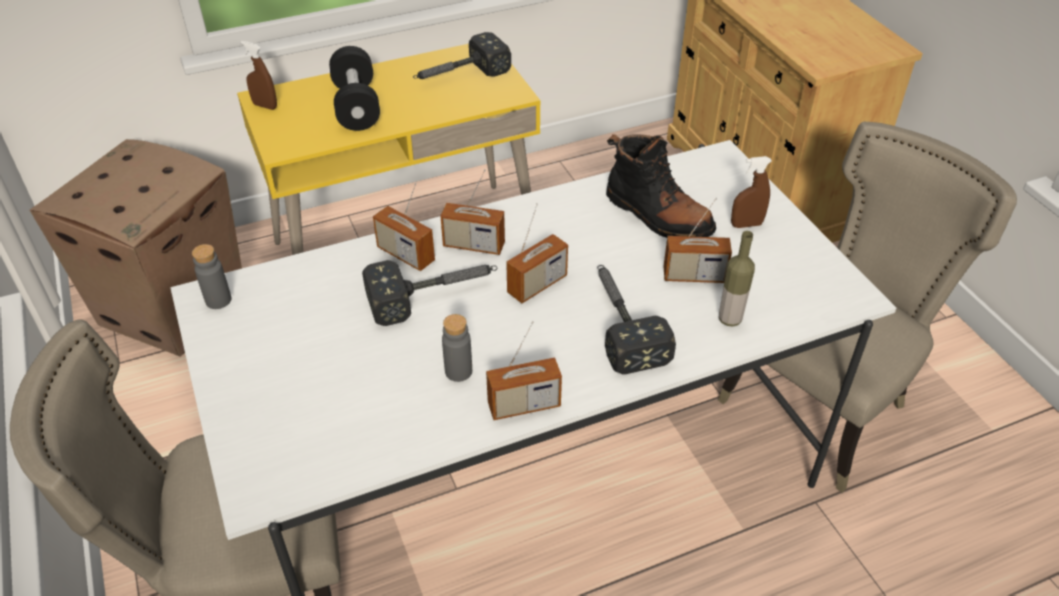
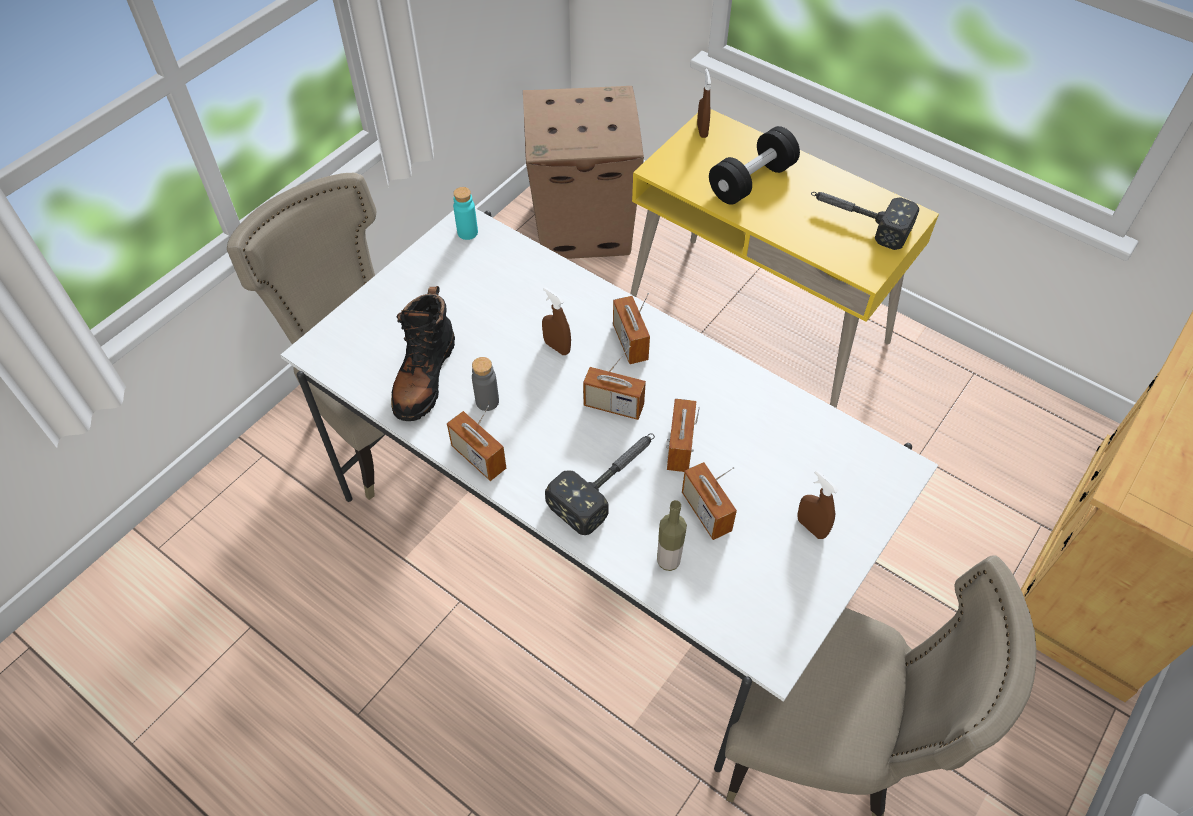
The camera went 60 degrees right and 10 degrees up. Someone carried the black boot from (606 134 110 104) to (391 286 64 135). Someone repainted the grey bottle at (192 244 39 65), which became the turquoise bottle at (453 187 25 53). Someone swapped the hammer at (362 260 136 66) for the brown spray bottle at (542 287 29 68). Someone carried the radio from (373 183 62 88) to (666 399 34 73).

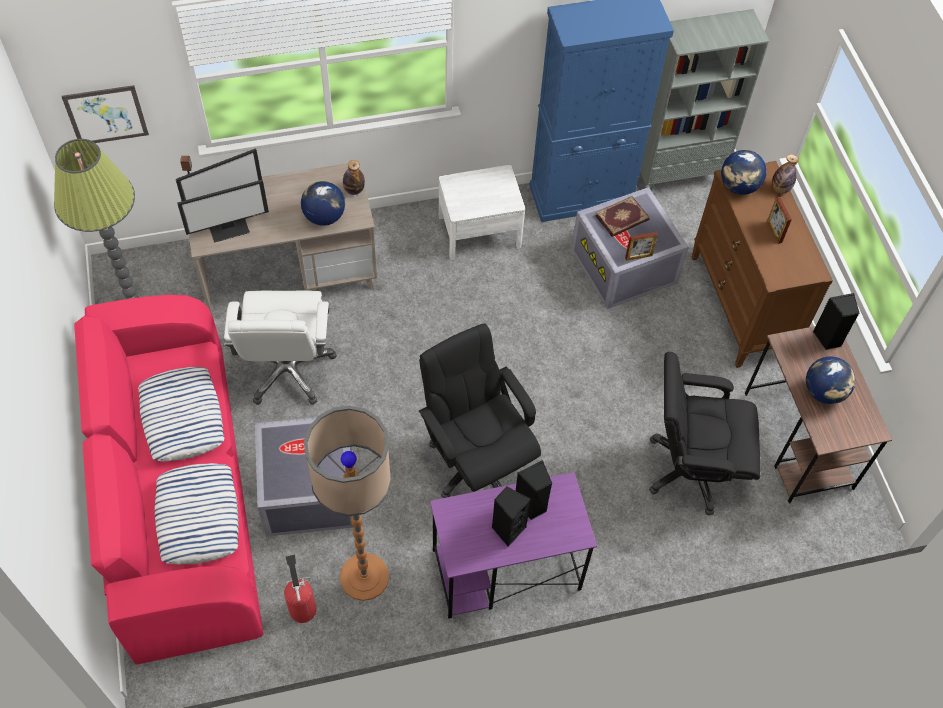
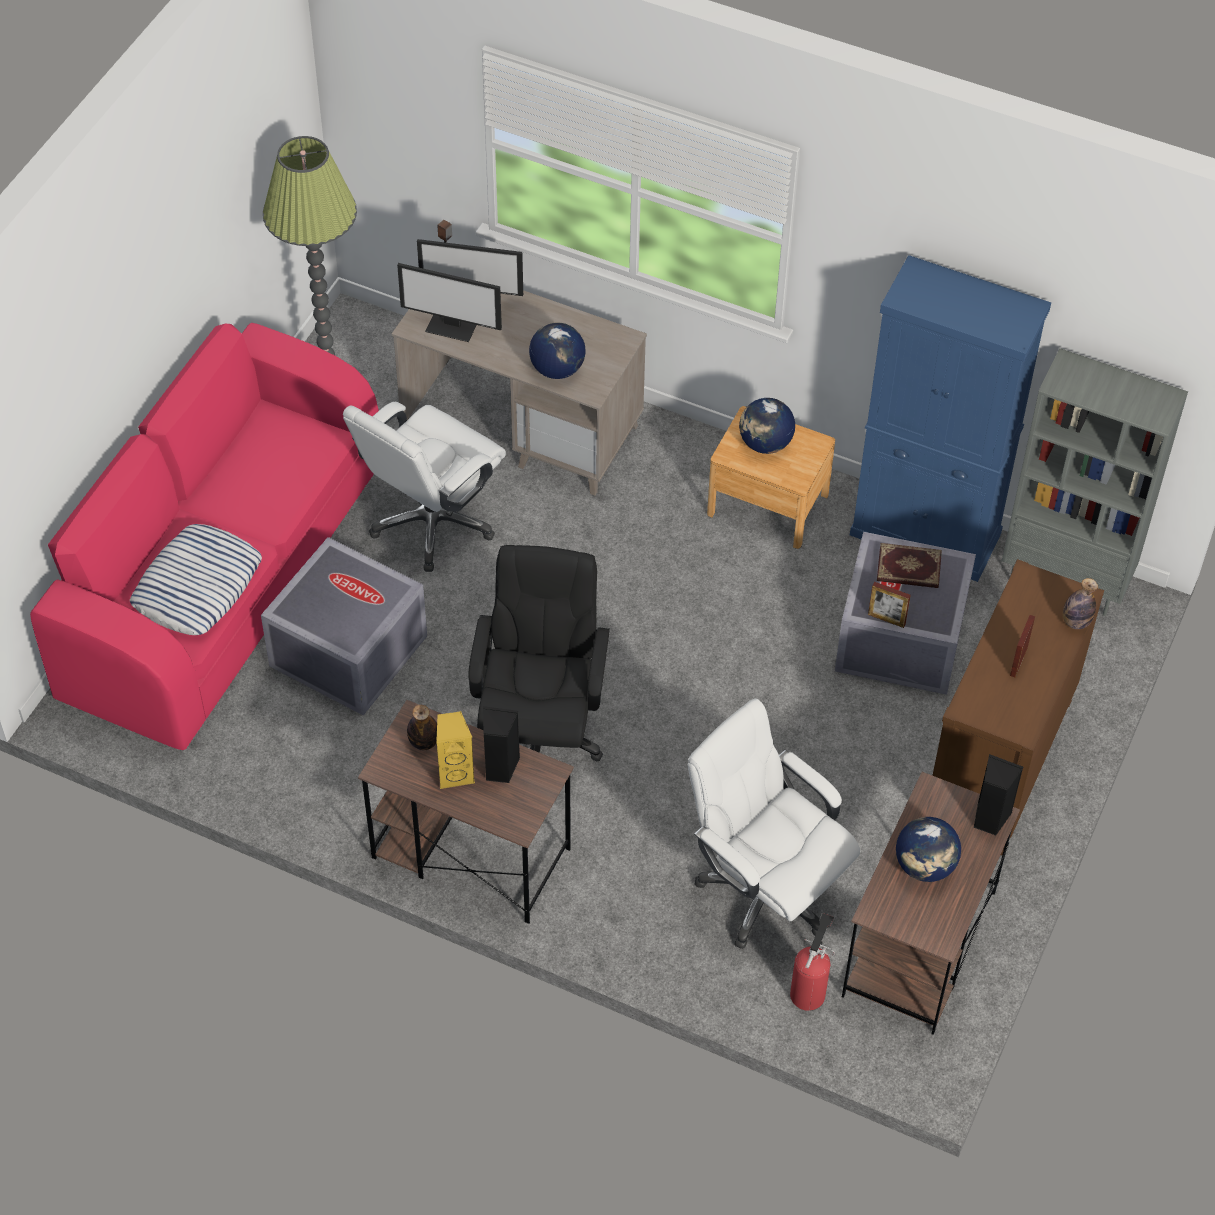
The camera went 40 degrees right and 5 degrees down. Someone repainted the purple desk at (430 472 167 147), which became the brown desk at (358 700 216 224). Someone carried the bottle from (343 160 22 35) to (407 705 30 45). Someone repainted the black speaker at (492 487 39 60), which became the yellow speaker at (436 711 39 78). Someone repainted the black office chair at (649 352 112 164), which became the white office chair at (688 698 172 251). Someone repainted the white nightstand at (439 165 86 95), which became the brown nightstand at (707 406 128 143). Someone carried the globe from (721 150 46 45) to (739 398 56 56). Someone carried the fire extinguisher from (284 554 32 69) to (790 913 45 98). Someone took away the picture at (62 85 87 58). Someone took away the pillow at (138 367 86 94). Someone took away the floor lamp at (304 406 88 195).

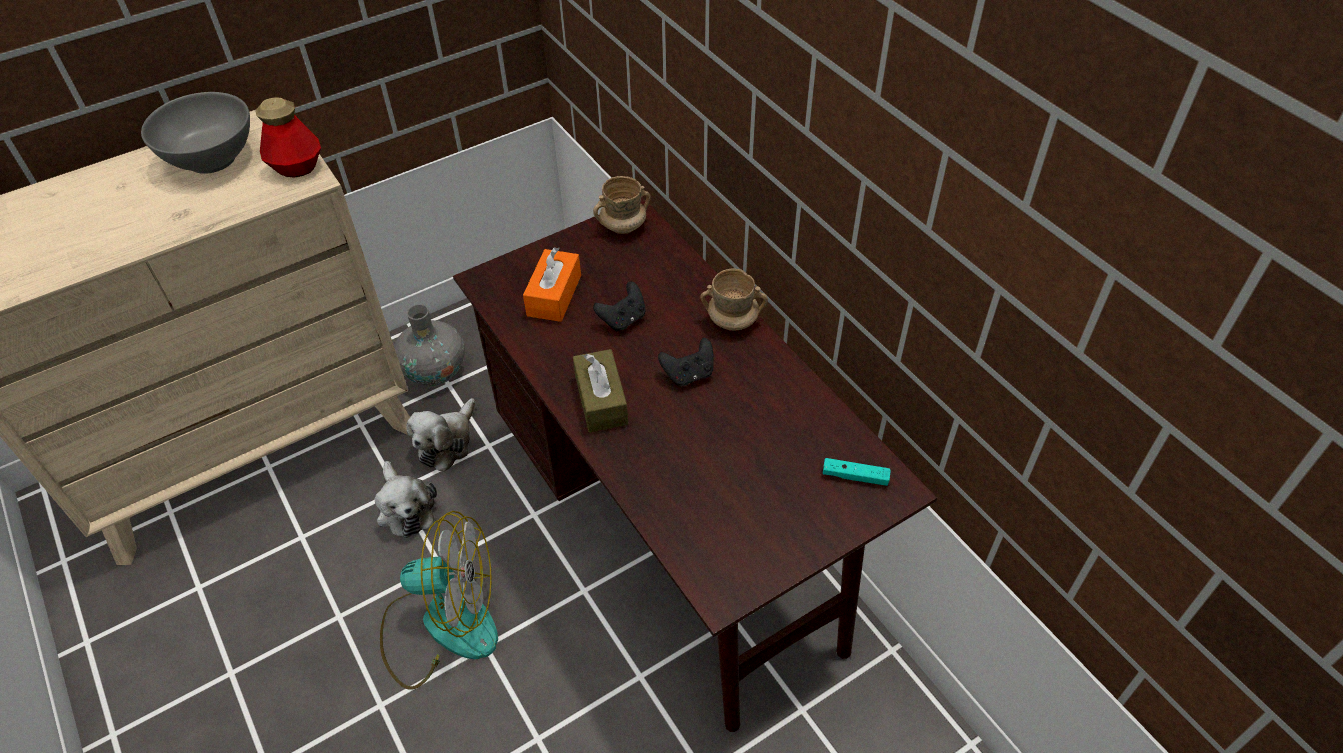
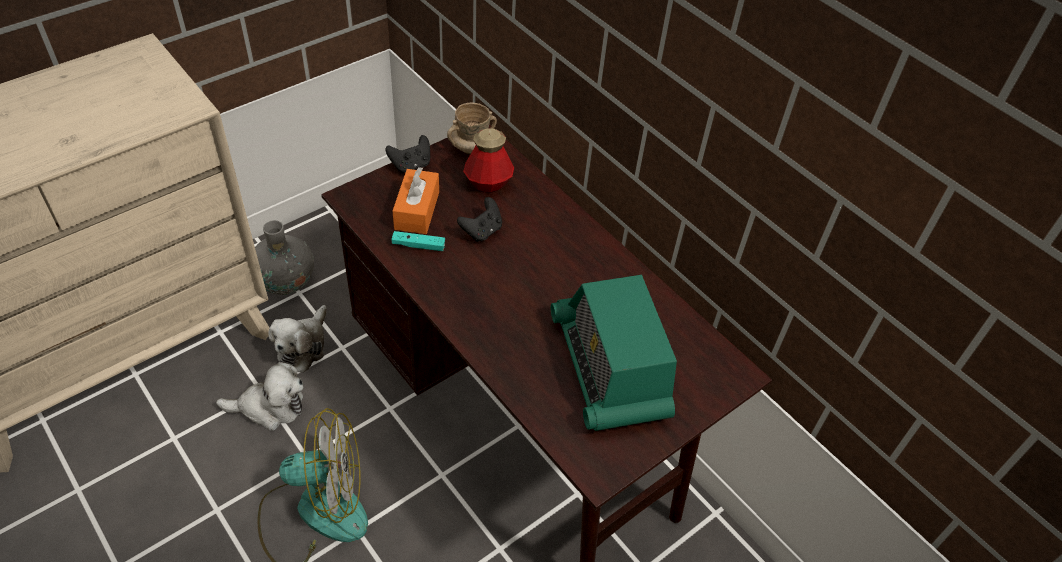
The camera went 10 degrees left and 0 degrees up. Someone rotated the plush toy at (374 461 63 77) by 60 degrees counterclockwise. Someone carried the black game controller from (658 338 56 48) to (385 135 45 38). Someone carried the turquoise game controller from (823 458 68 28) to (391 231 54 20). Someone carried the bottle from (255 97 66 81) to (463 128 51 65). Someone put down the radio at (551 275 126 156). Someone took away the grey bowl at (141 92 109 82). Someone took away the brown tissue box at (573 349 55 84). Someone took away the beige mug at (700 269 68 62).

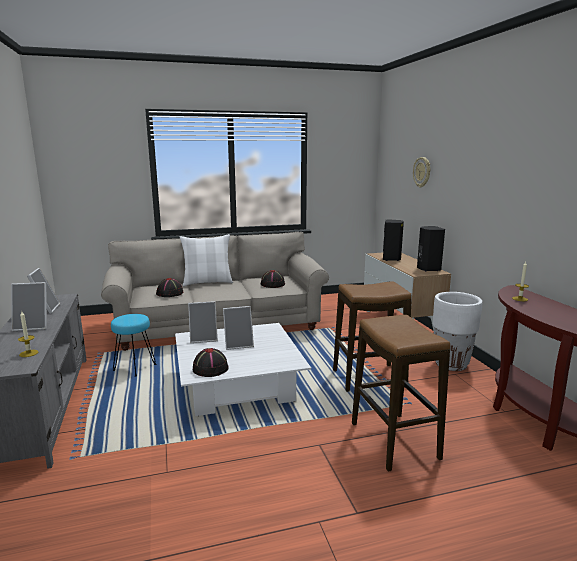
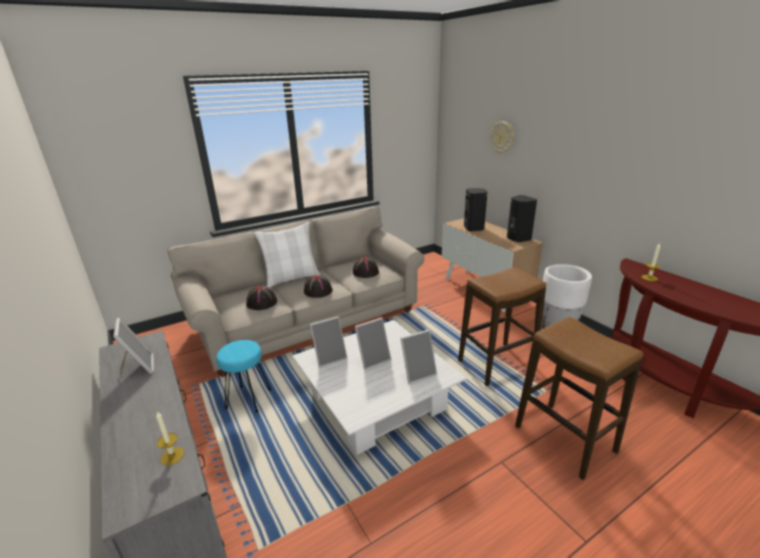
The camera went 15 degrees left and 10 degrees up. Someone carried the black hat from (193 348 36 29) to (304 275 29 23). Someone carried the picture frame from (11 282 36 49) to (400 330 37 54).

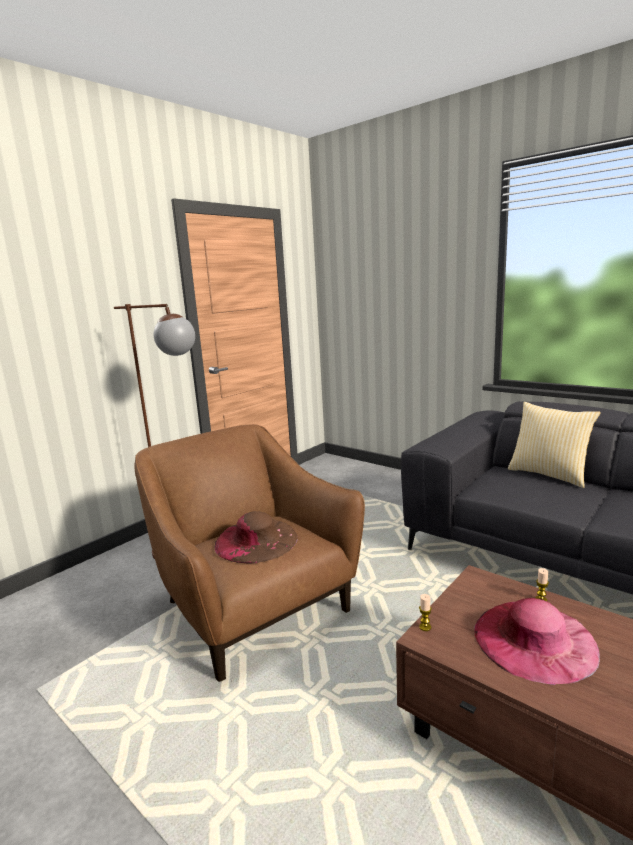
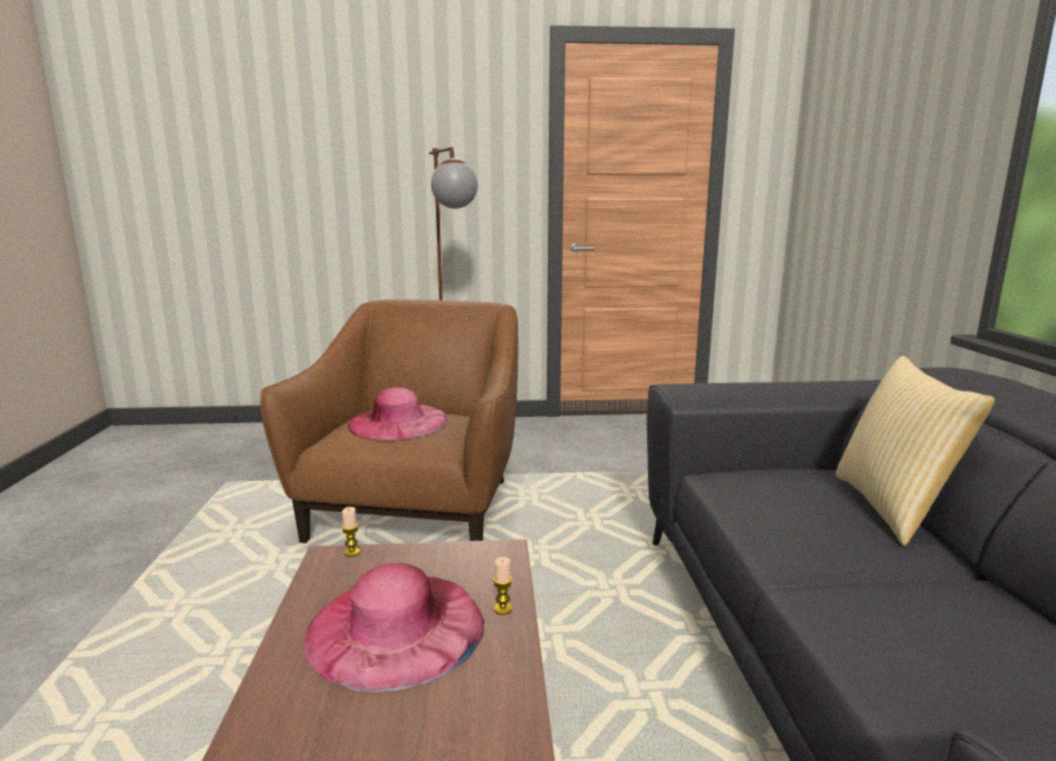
The camera went 45 degrees right and 0 degrees up. Someone repainted the brown hat at (214 511 84 52), which became the pink hat at (348 387 99 53).

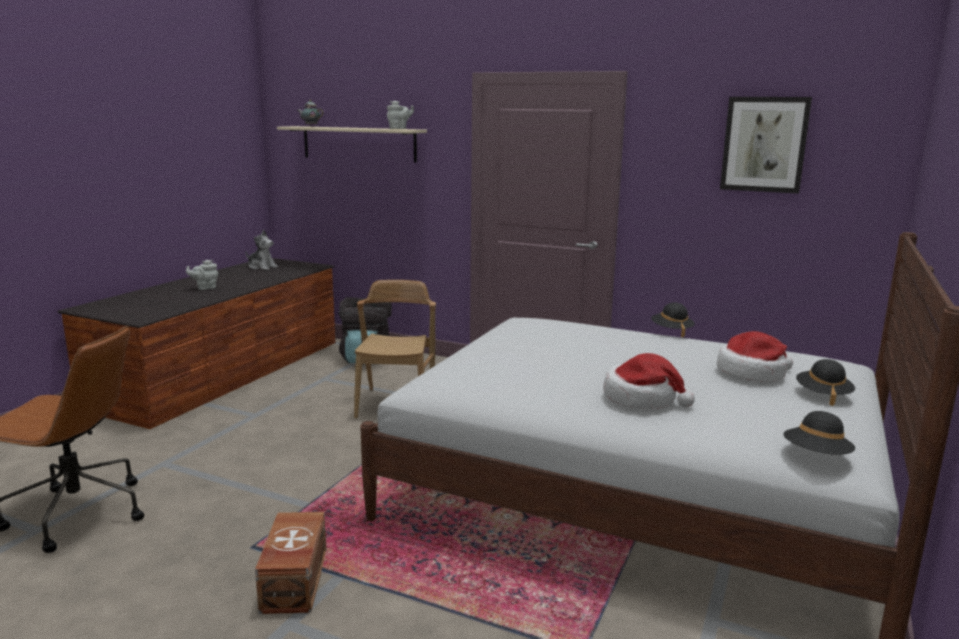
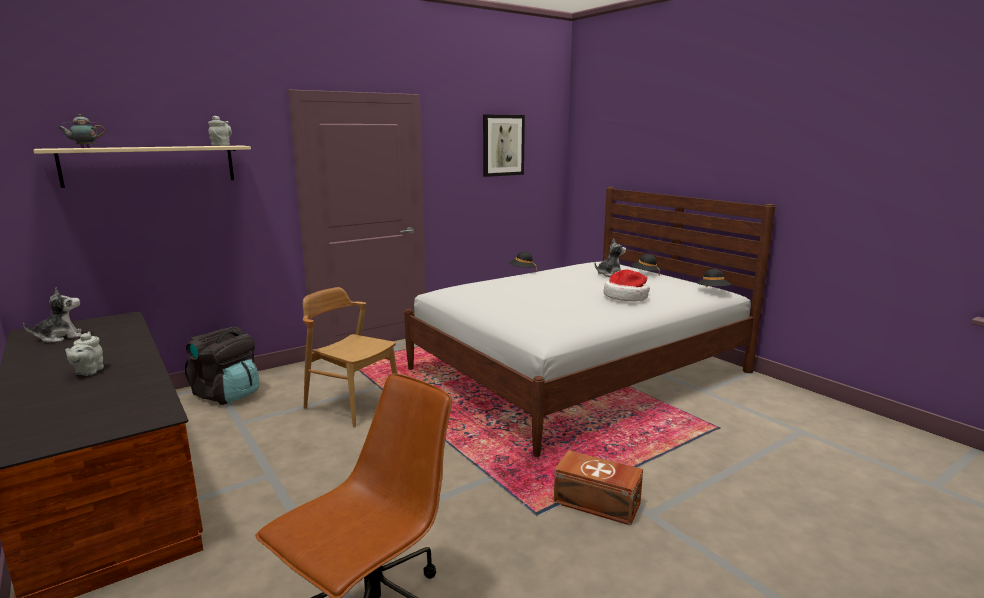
The camera went 60 degrees left and 0 degrees up. Someone swapped the hat at (717 331 76 51) for the plush toy at (595 239 31 38).

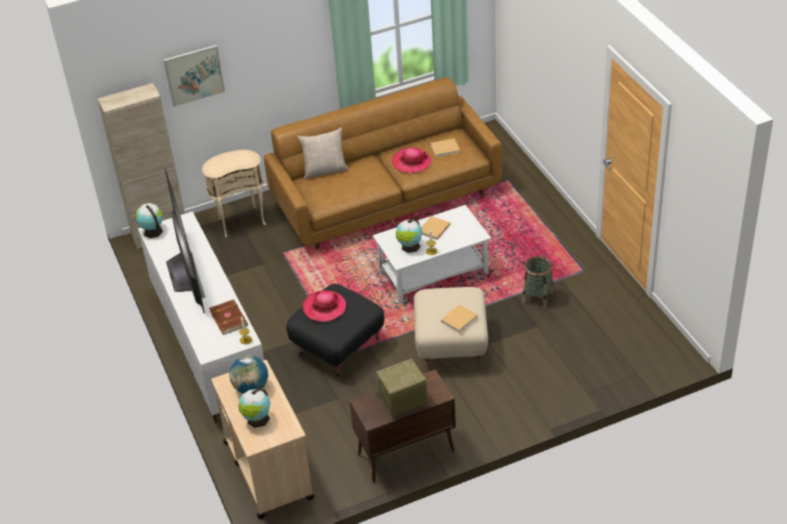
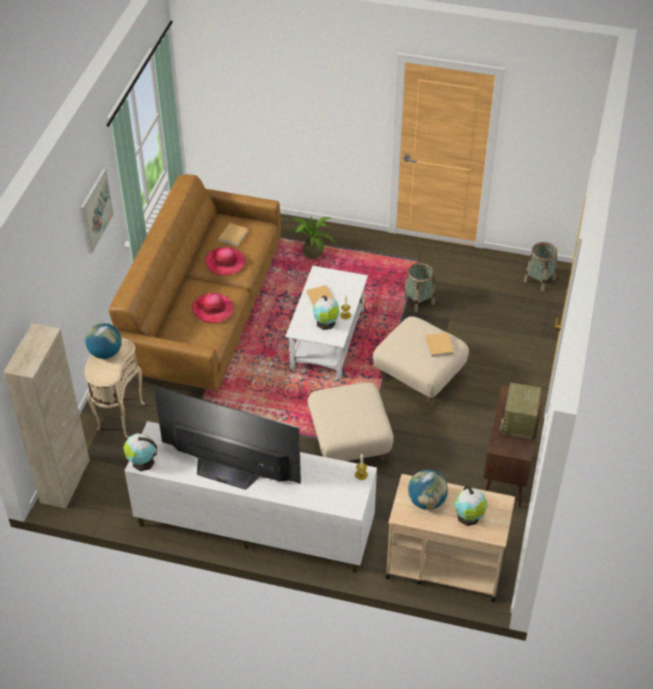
The camera went 55 degrees left and 5 degrees up. Someone carried the picture from (163 45 62 62) to (80 169 33 85). Someone put down the globe at (85 323 37 36). Someone carried the hat from (303 290 43 32) to (192 292 42 31). Someone put down the potted plant at (288 217 48 42). Someone repainted the black ottoman at (286 284 98 93), which became the beige ottoman at (307 382 87 81). Someone put down the basket at (524 242 33 49). Someone took away the brown book at (209 299 39 36). Someone took away the beige pillow at (298 128 51 51).

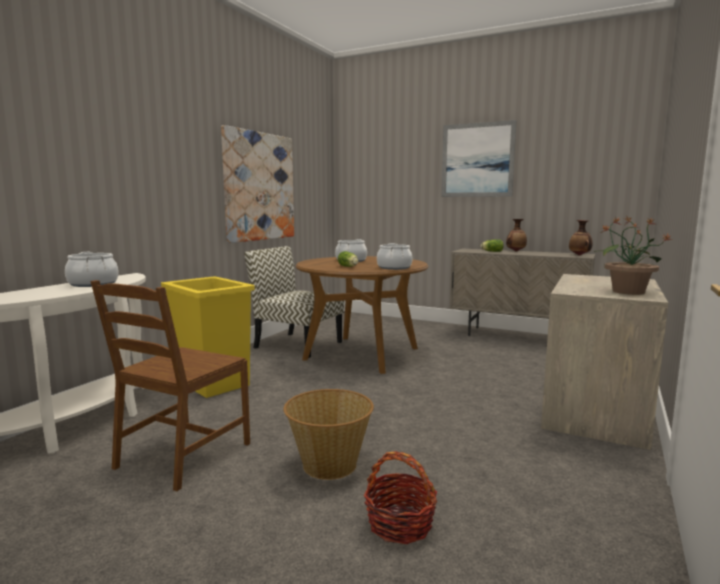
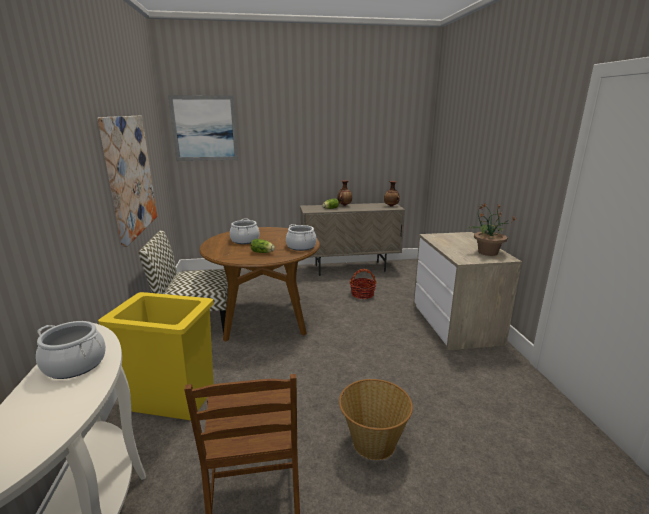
The camera went 35 degrees left and 10 degrees up. Someone carried the picture from (441 120 76 77) to (168 95 71 66). Someone carried the basket from (364 451 73 93) to (349 269 28 30).

